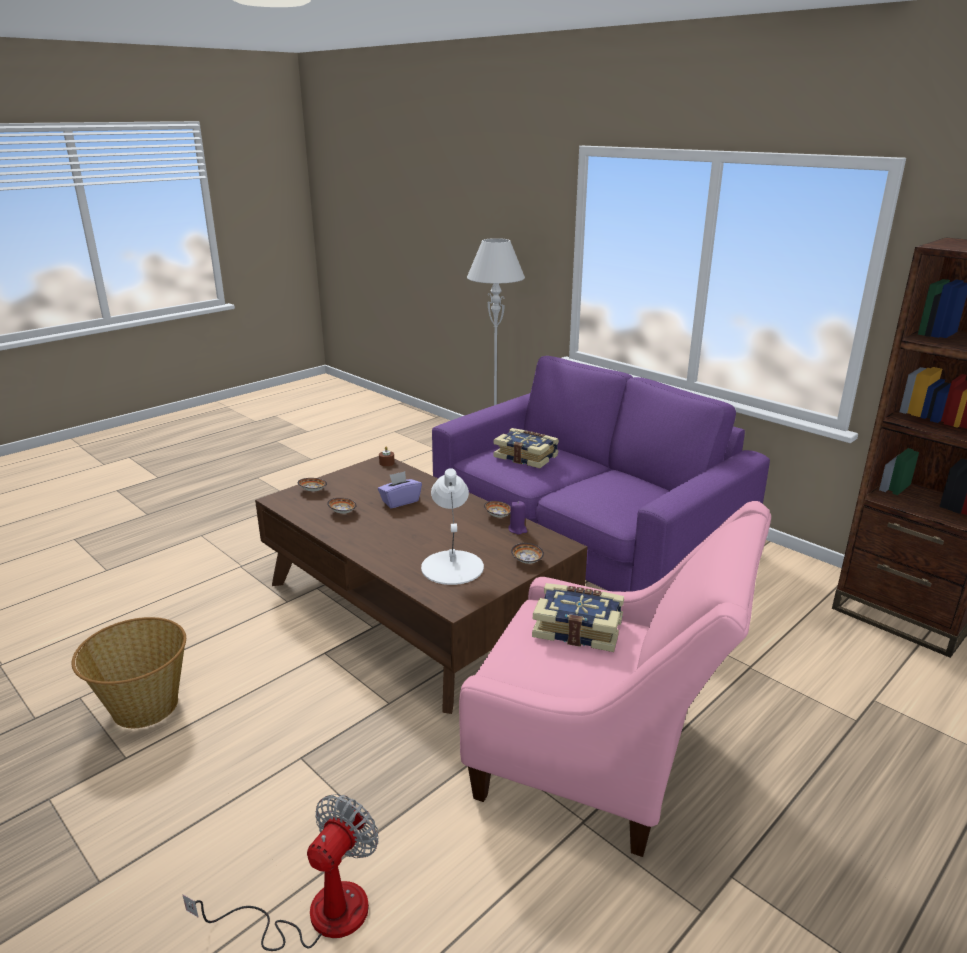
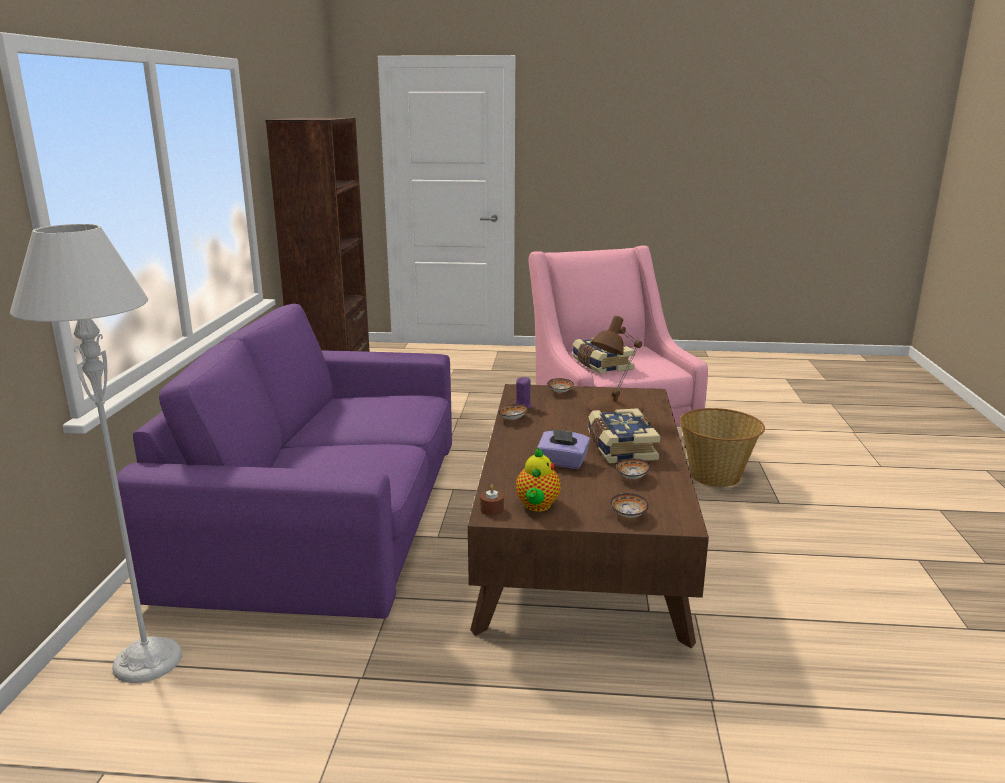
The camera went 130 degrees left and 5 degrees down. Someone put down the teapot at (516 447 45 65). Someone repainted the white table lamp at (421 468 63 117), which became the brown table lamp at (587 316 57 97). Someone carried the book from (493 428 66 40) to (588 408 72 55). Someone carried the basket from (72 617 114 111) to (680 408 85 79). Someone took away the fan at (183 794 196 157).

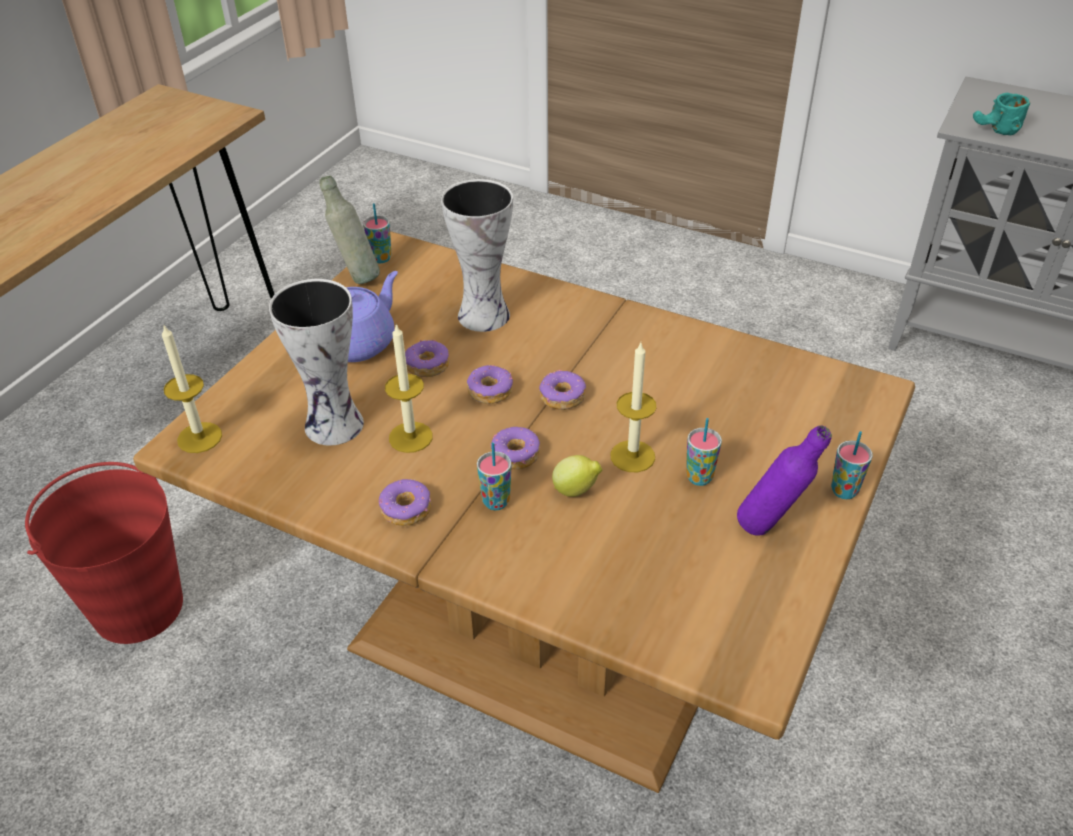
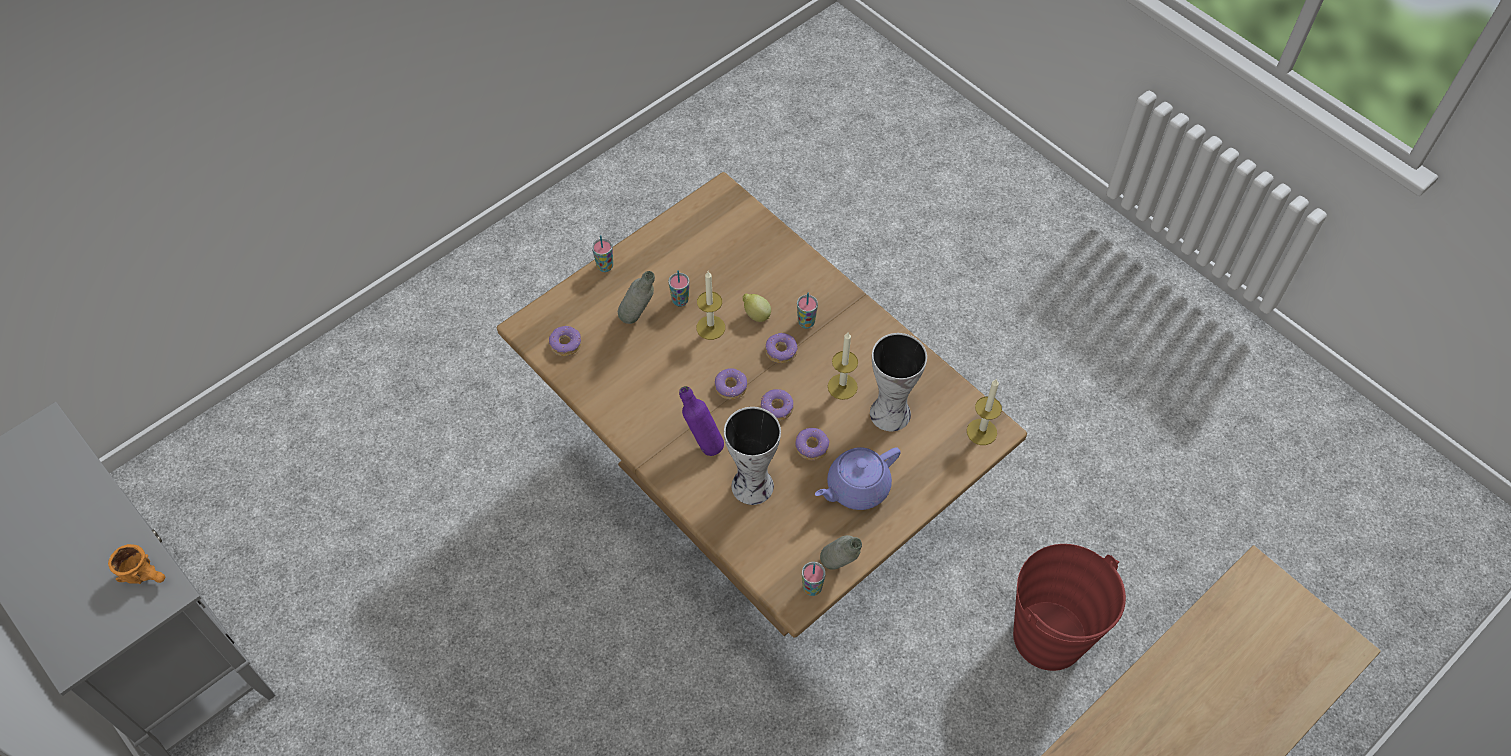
The camera went 160 degrees left and 15 degrees up. Someone repainted the turquoise mug at (973 93 57 42), which became the orange mug at (108 544 57 40). Someone carried the donut from (379 479 52 47) to (549 326 33 30). Someone put down the grey bottle at (618 271 37 53). Someone carried the purple bottle from (737 425 95 111) to (679 386 45 70).

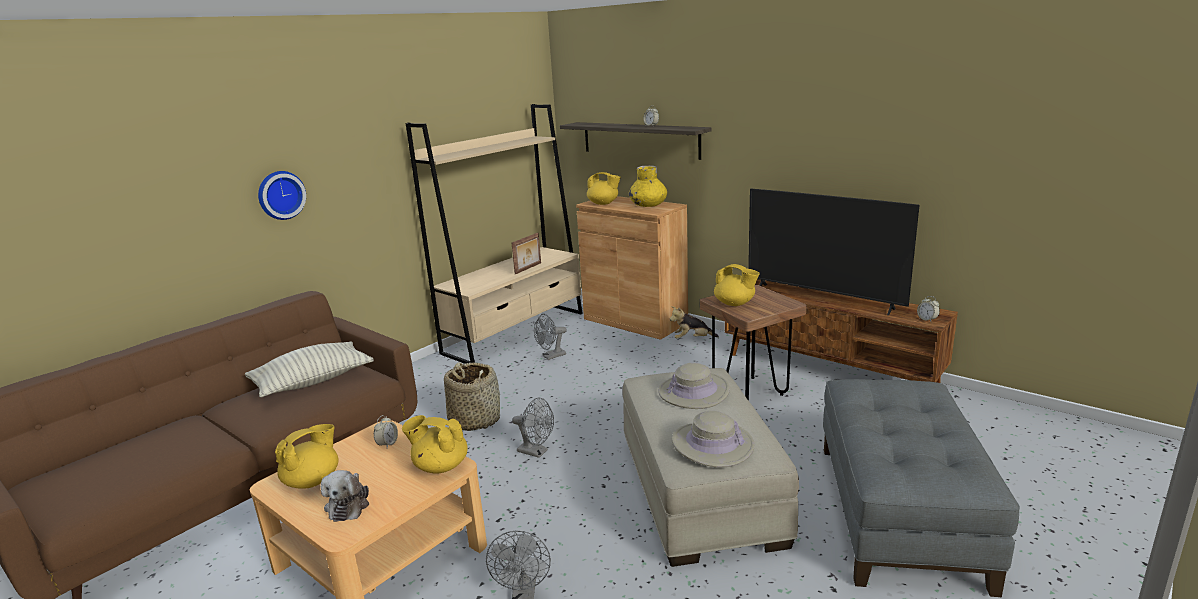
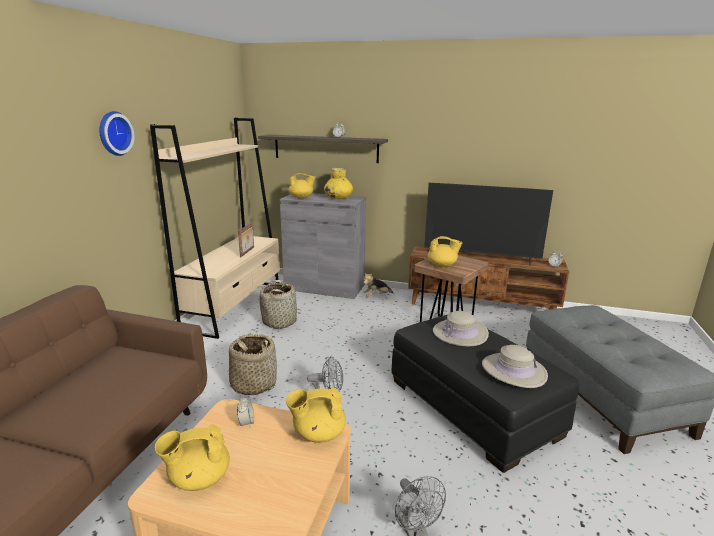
The camera went 25 degrees left and 0 degrees up. Someone carried the wall clock from (258 171 48 49) to (99 111 35 45). Someone rotated the yellow teapot at (275 424 64 65) by 120 degrees counterclockwise. Someone swapped the grey fan at (534 314 33 46) for the basket at (259 280 38 49). Someone repainted the brown cabinet at (576 196 112 144), which became the grey cabinet at (280 193 86 106). Someone repainted the beige ottoman at (623 368 176 199), which became the black ottoman at (391 315 188 158). Someone took away the pillow at (245 341 129 56). Someone took away the plush toy at (320 470 49 52).

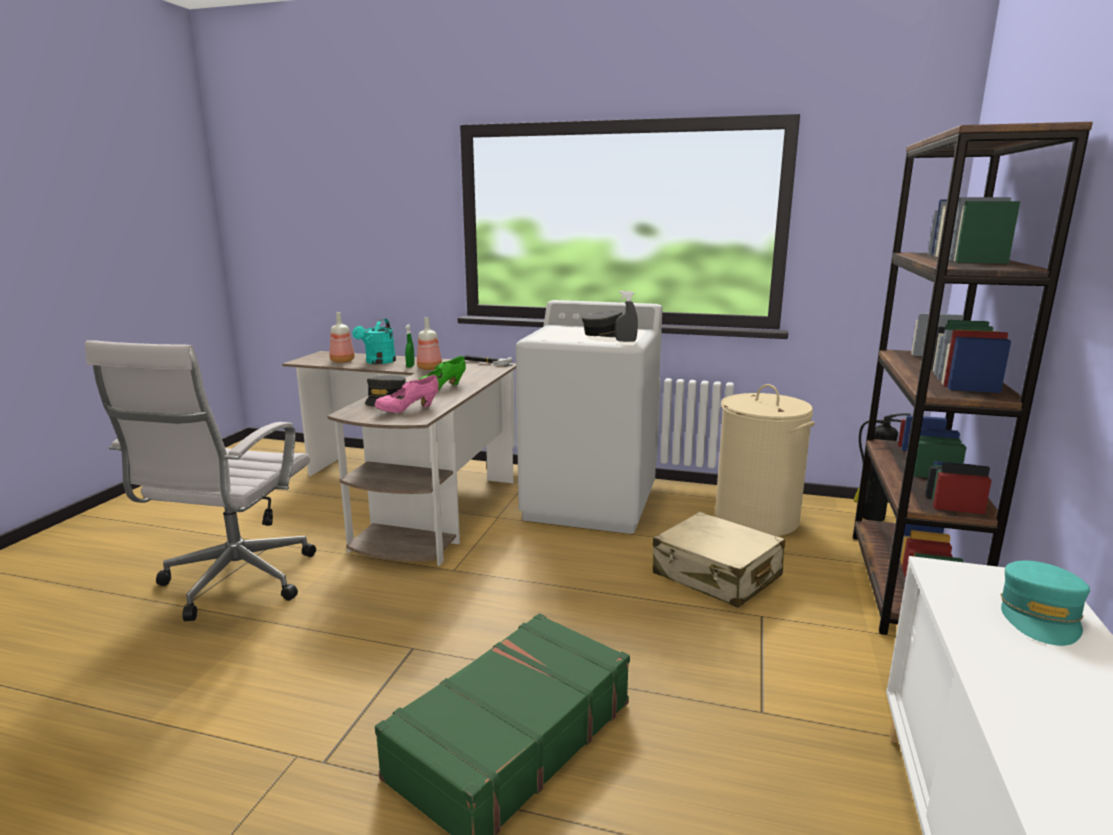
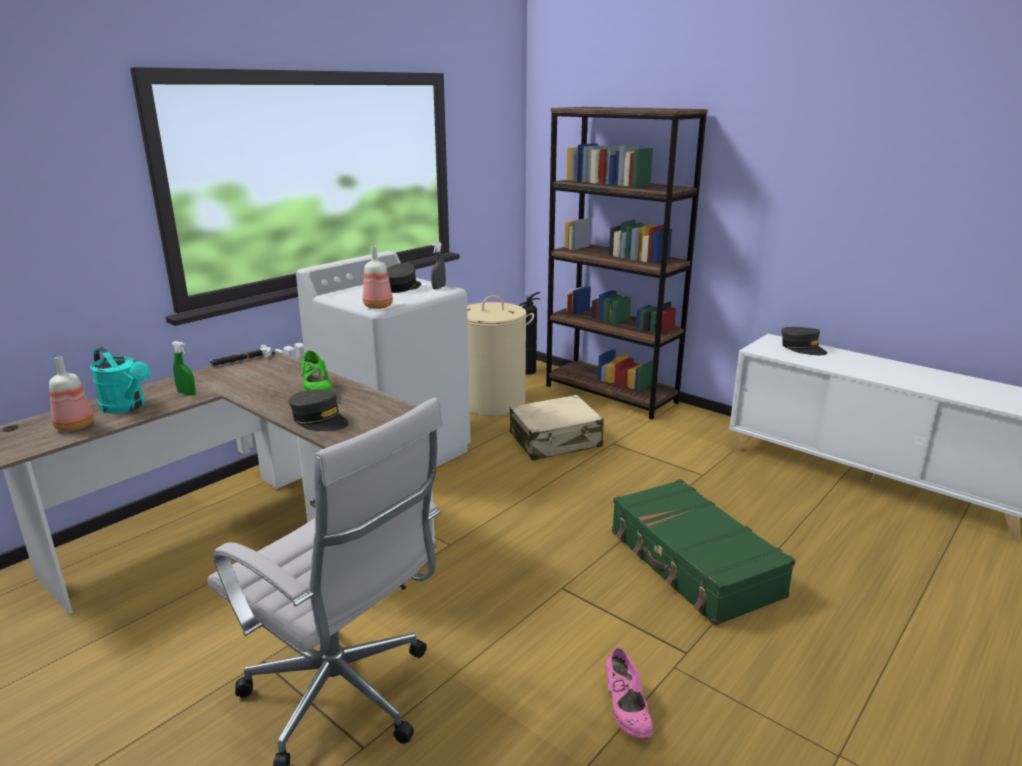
The camera went 65 degrees left and 5 degrees up. Someone carried the bottle from (417 317 25 53) to (363 246 30 63). Someone carried the pink shoe from (375 375 64 38) to (605 647 48 92). Someone repainted the turquoise cap at (1001 560 89 86), which became the grey cap at (781 327 47 28).

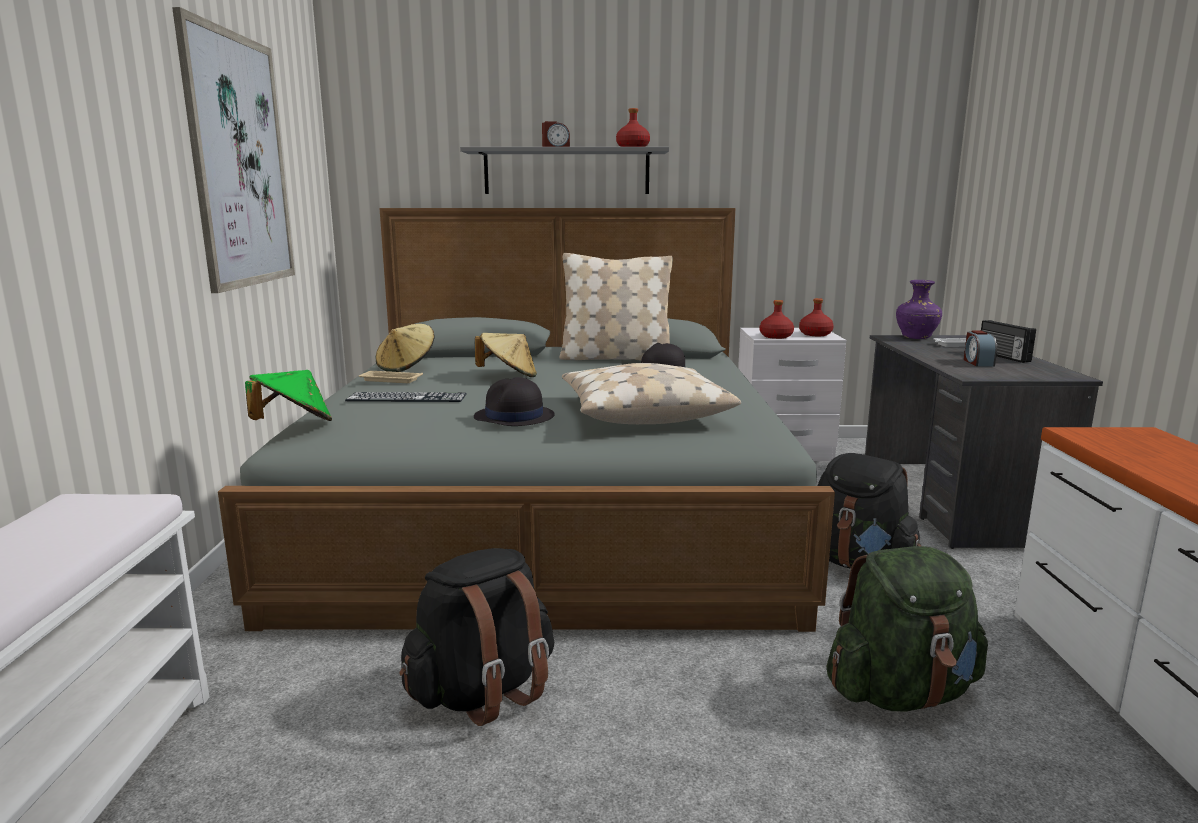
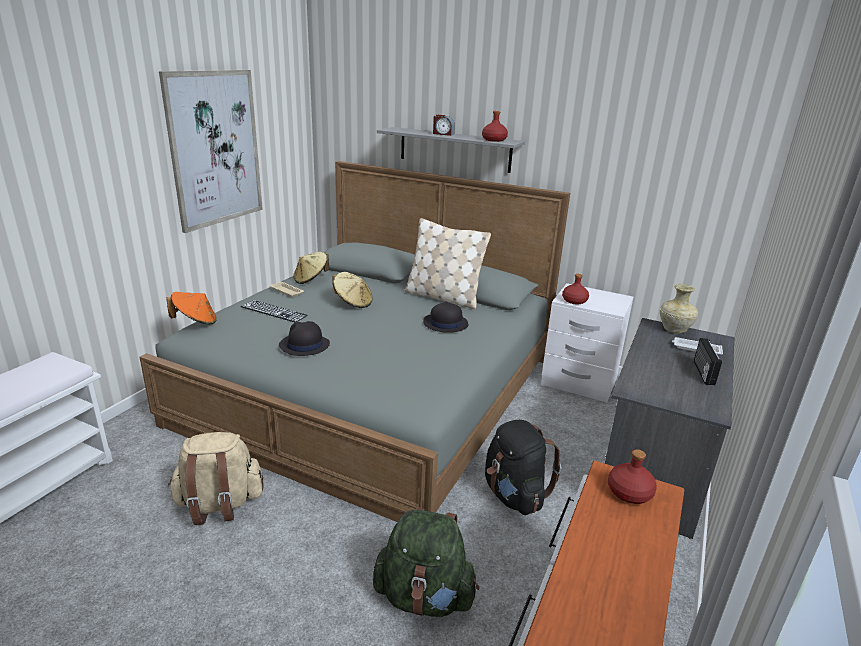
The camera went 25 degrees right and 10 degrees up. Someone repainted the green hat at (245 370 87 51), which became the orange hat at (167 292 50 33). Someone repainted the black backpack at (399 548 155 178), which became the beige backpack at (168 432 96 93). Someone carried the red bottle from (799 298 35 38) to (608 449 49 55). Someone repainted the purple vase at (896 280 46 59), which became the beige vase at (660 284 38 49). Someone took away the beige pillow at (562 363 179 61). Someone took away the alarm clock at (964 330 33 37).

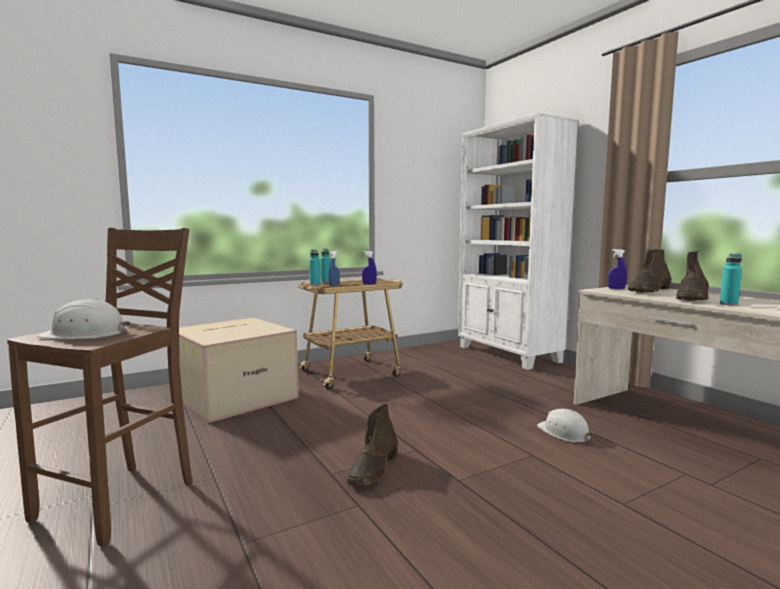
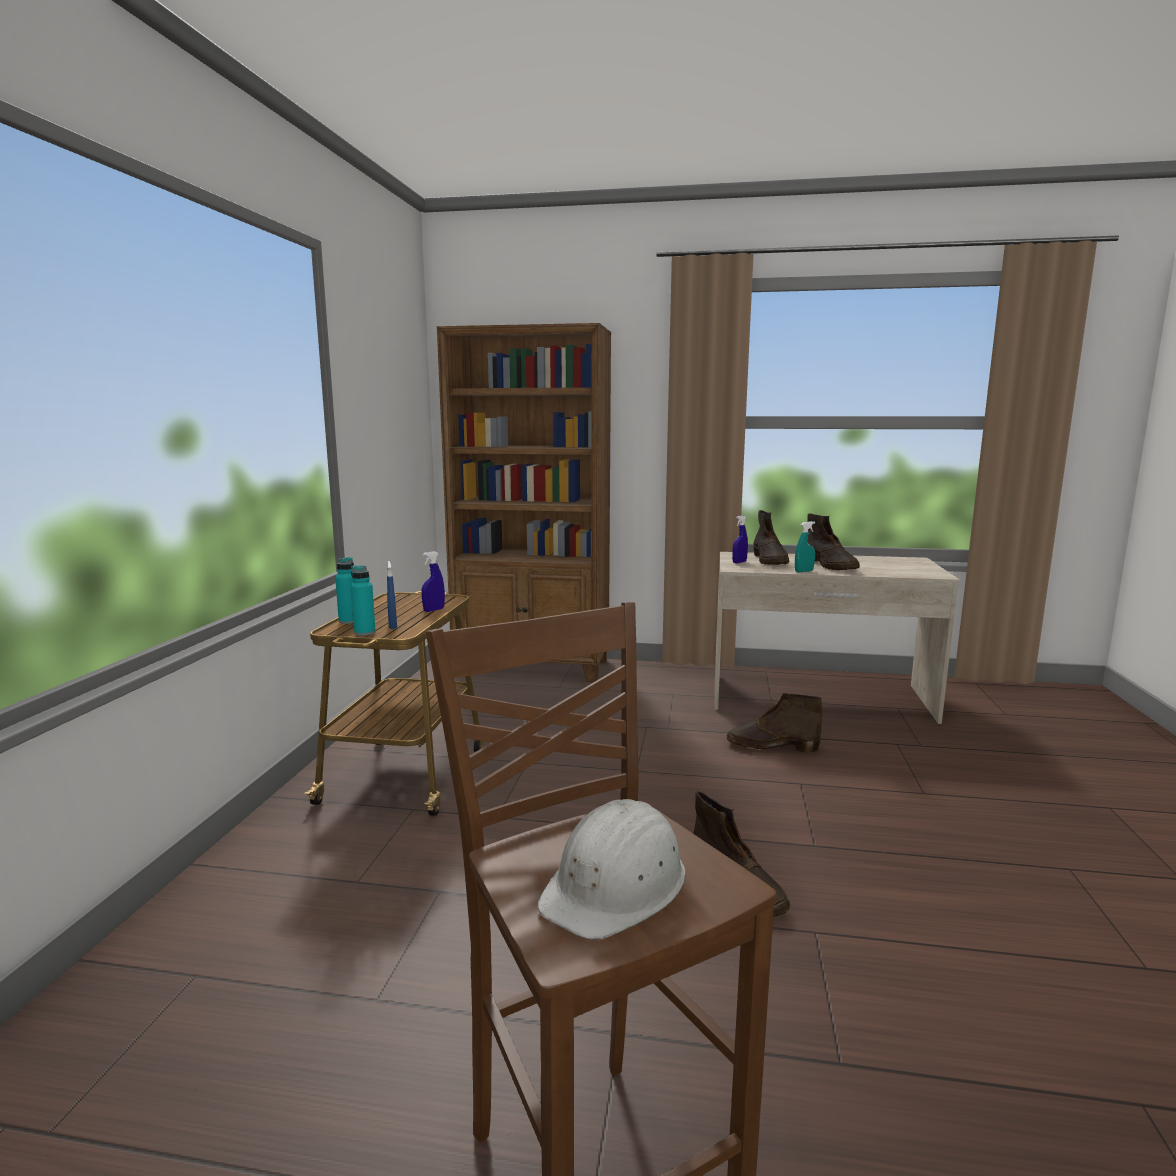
The camera went 50 degrees left and 5 degrees up. Someone repainted the white bookcase at (458 113 120 257), which became the brown bookcase at (437 323 174 359). Someone swapped the white hard hat at (537 409 56 34) for the brown boot at (727 693 95 60). Someone put down the turquoise spray bottle at (795 521 20 51). Someone took away the cardboard box at (179 317 120 106). Someone took away the turquoise bottle at (720 253 22 52).

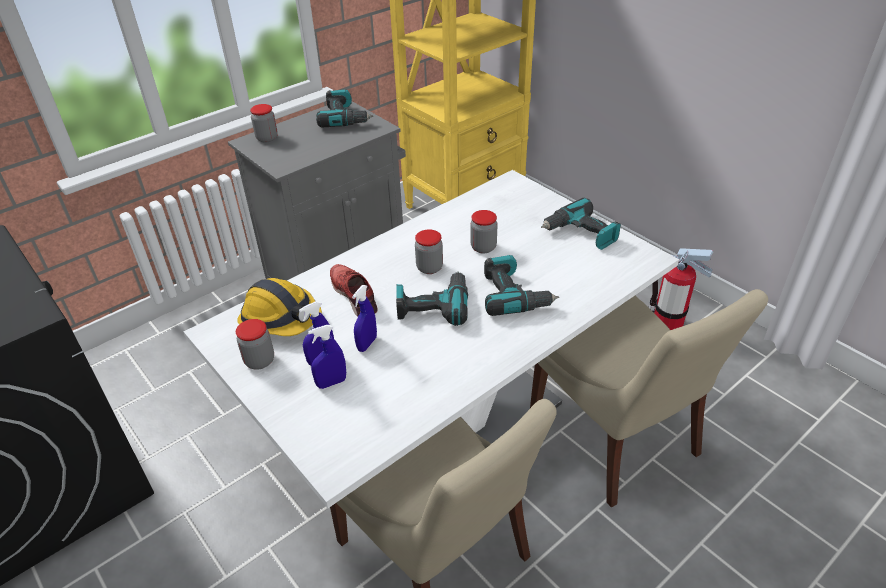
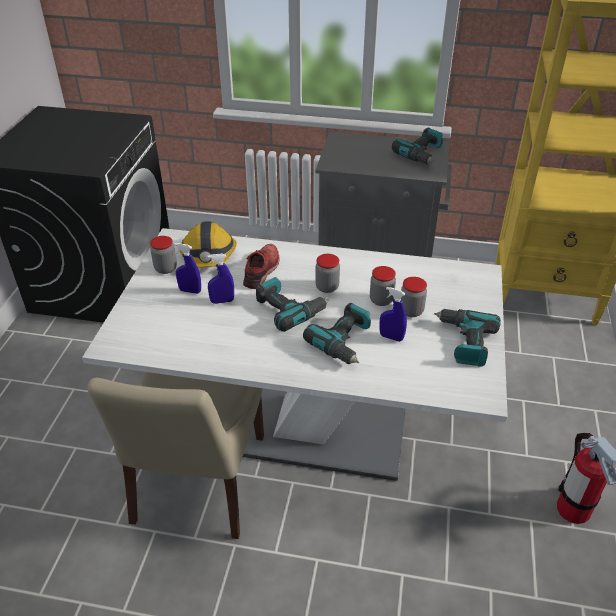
The camera went 50 degrees right and 0 degrees up. Someone carried the blue spray bottle from (308 325 38 64) to (379 287 28 55). Someone carried the jar from (250 104 28 38) to (401 277 26 40). Someone took away the beige chair at (530 289 238 219).

